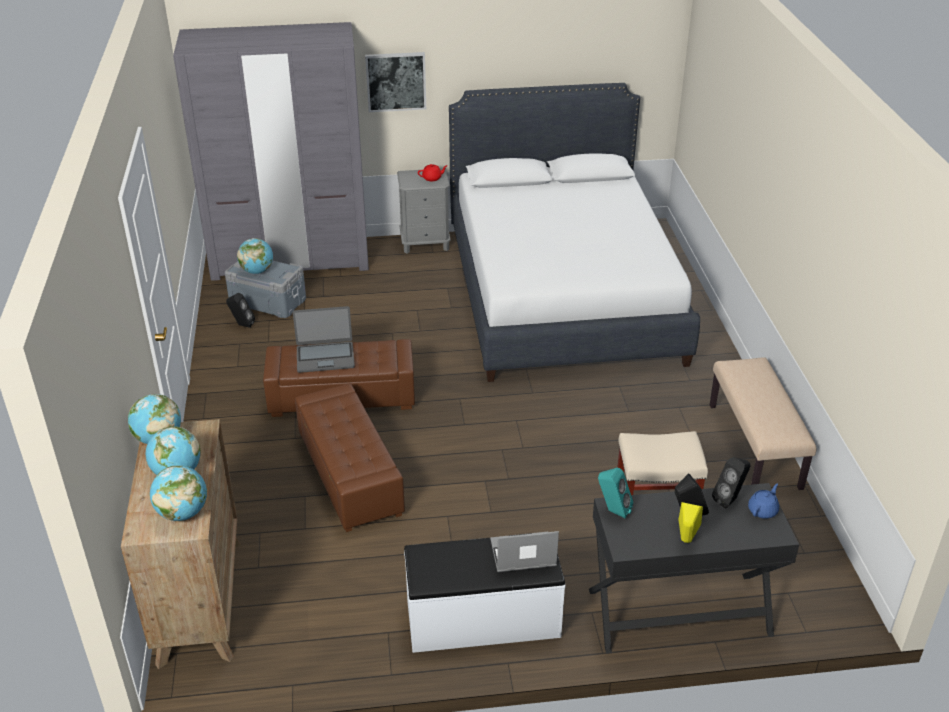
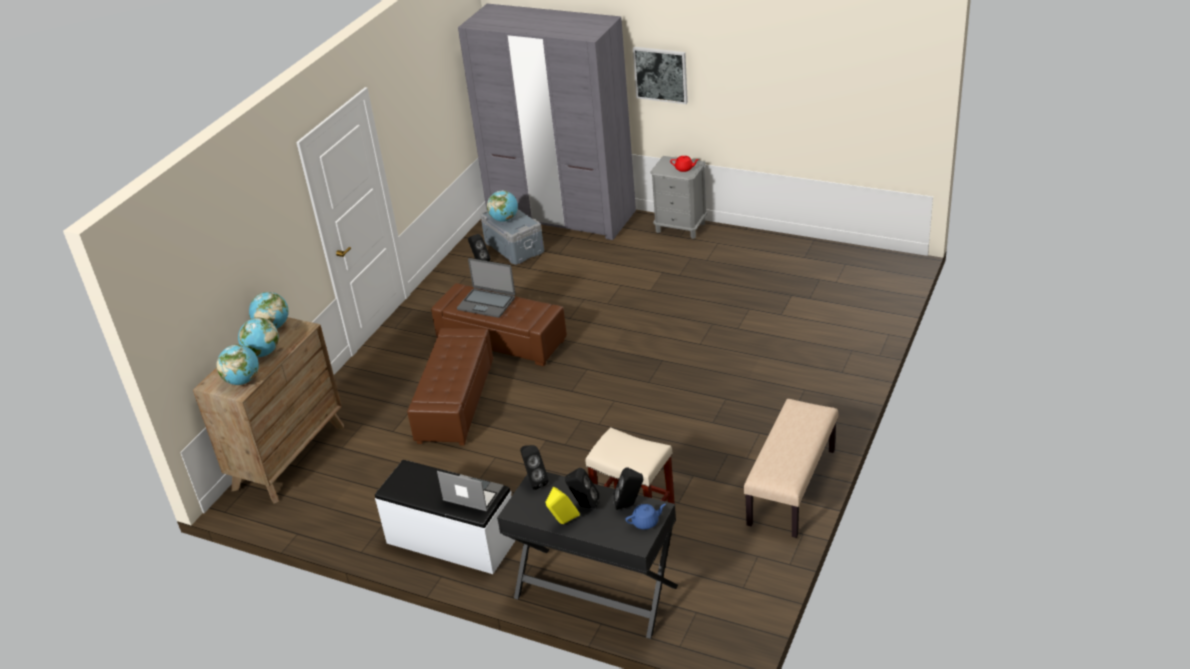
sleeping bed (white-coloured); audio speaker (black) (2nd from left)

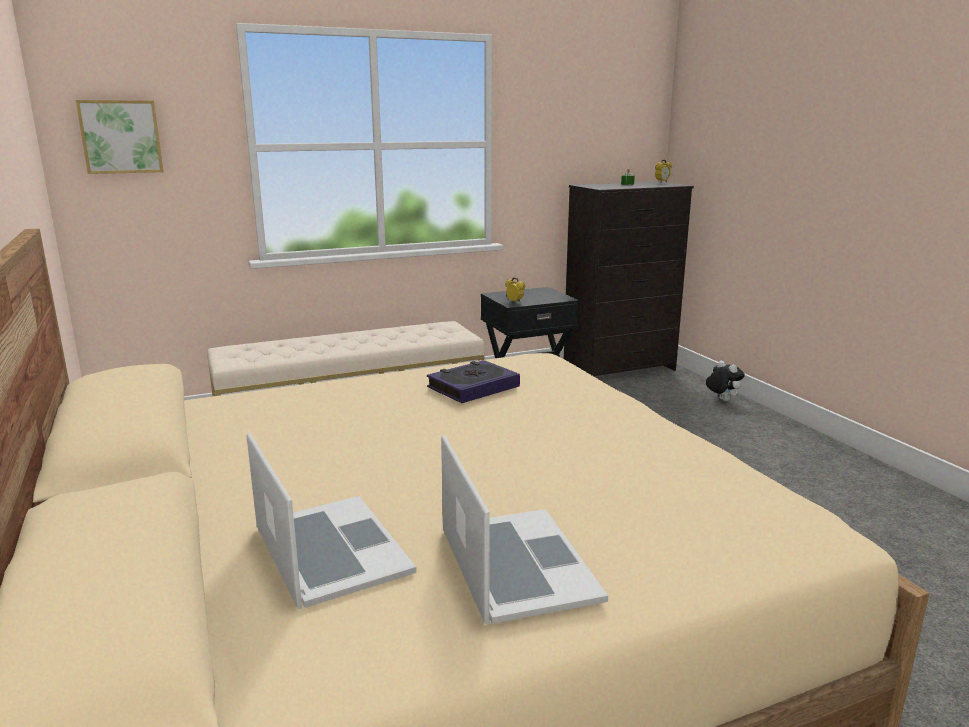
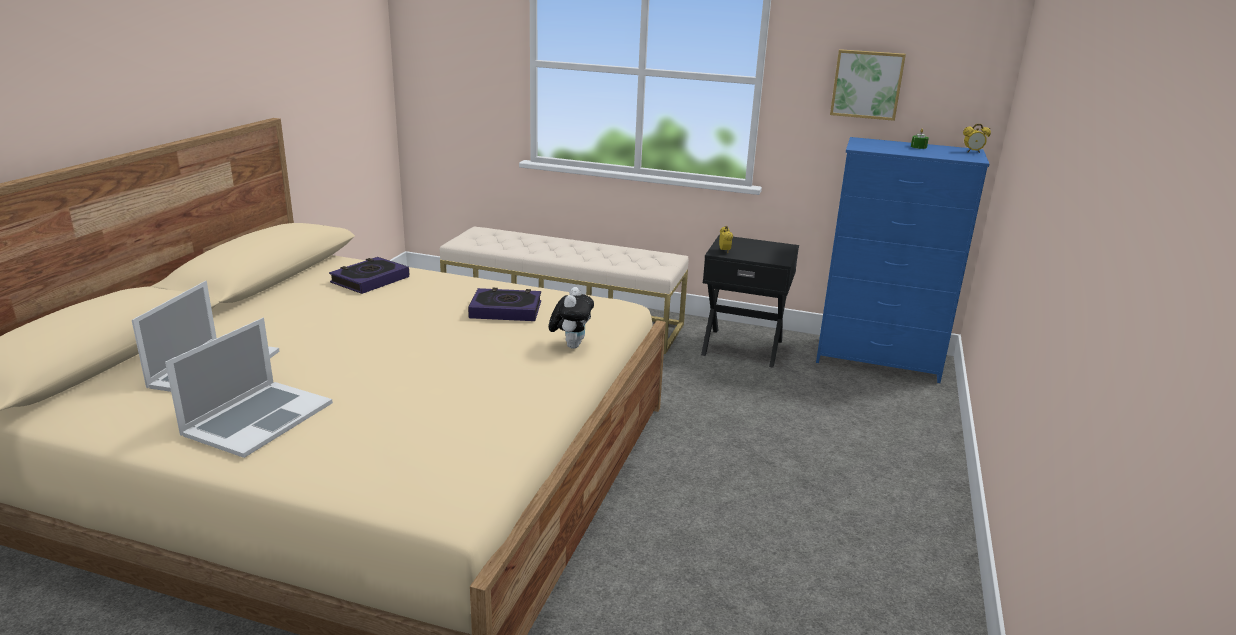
wall art; drawer chest (blue-coloured); plush toy; bound book (1st from left)

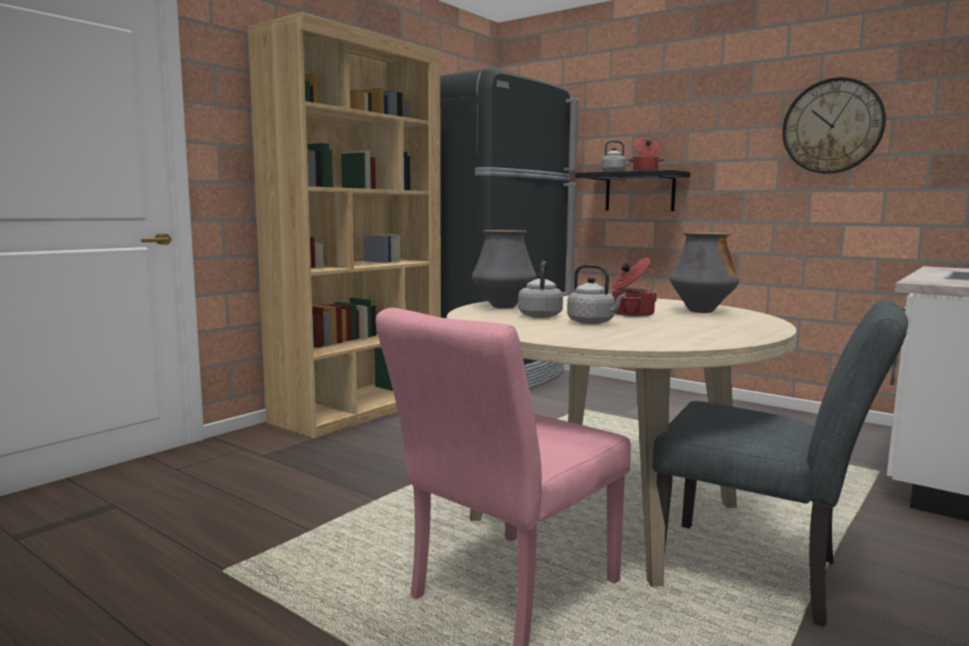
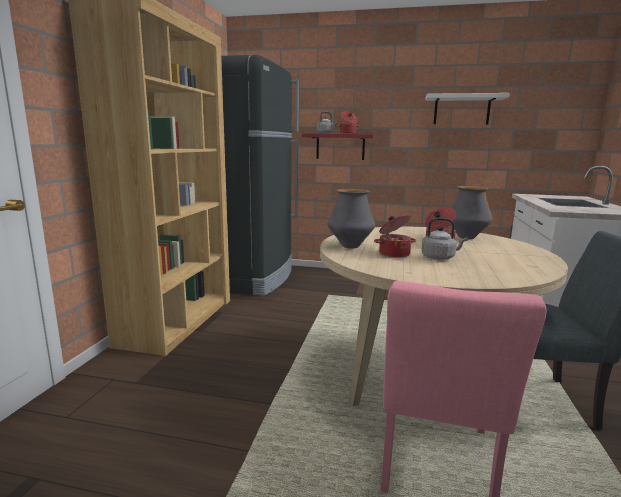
stockpot (2nd from left); bracket shelf (red); bracket shelf (white-coloured)

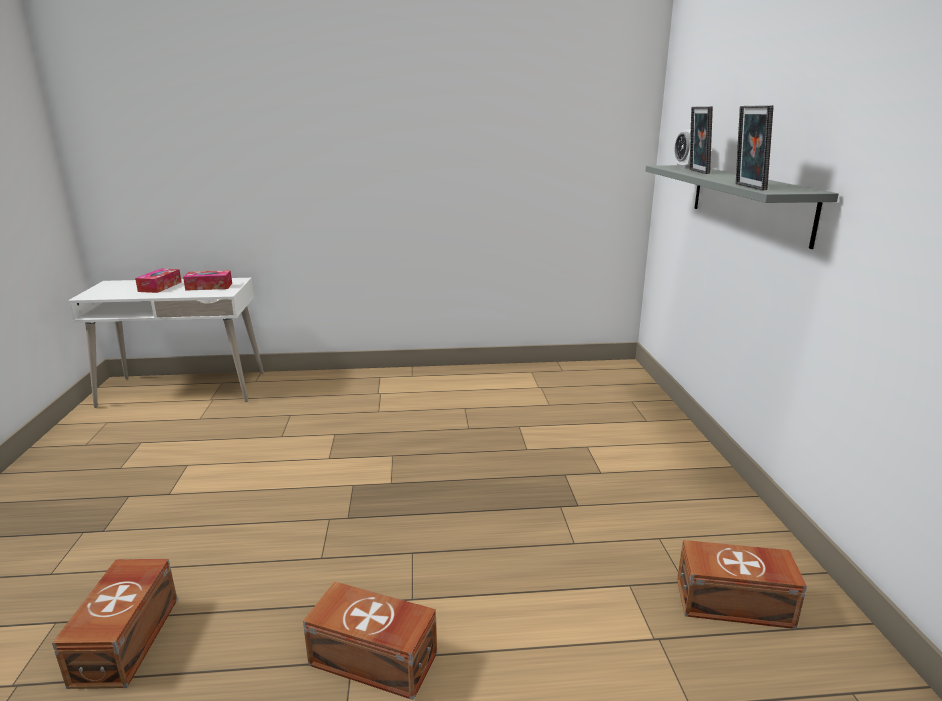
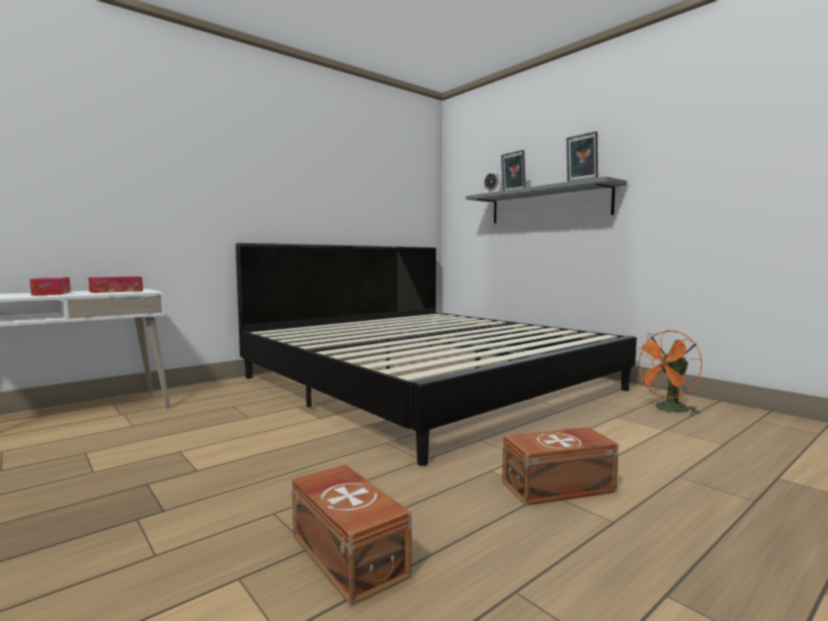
electric fan (orange); sleeping bed

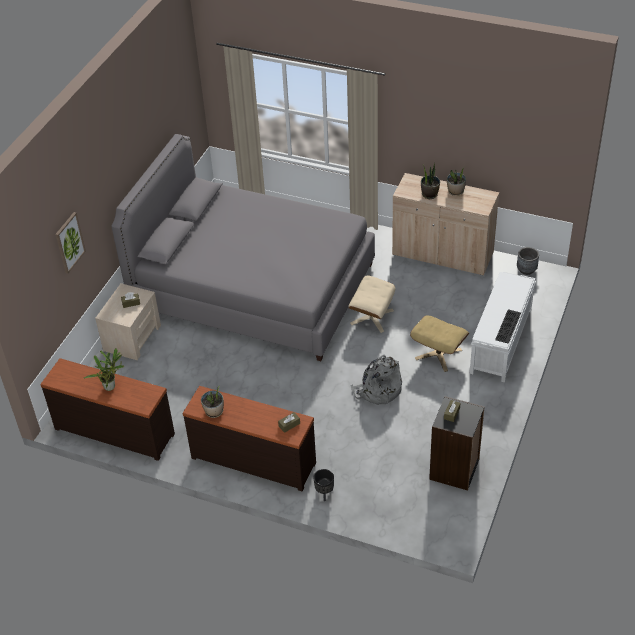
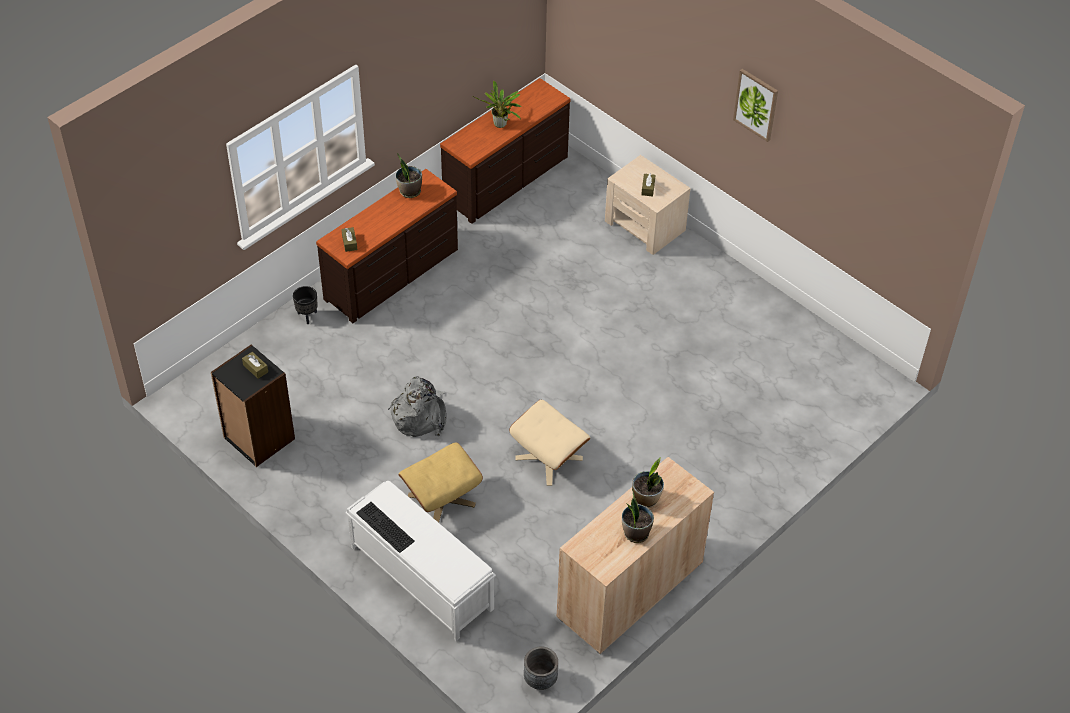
wall art; sleeping bed (grey)

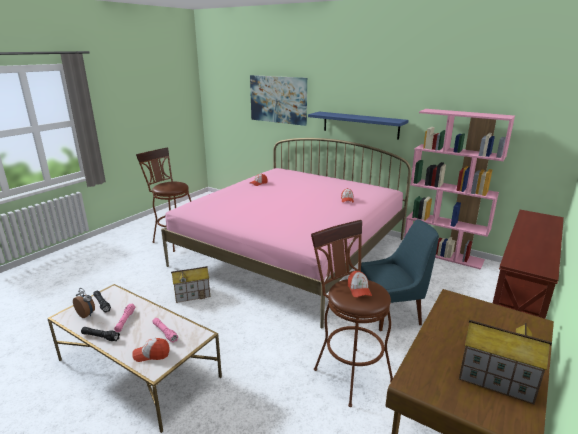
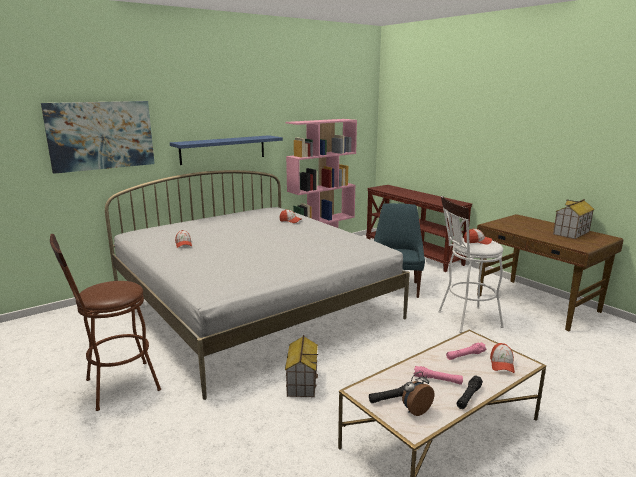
sleeping bed (white-coloured); sitting stool (white-coloured)

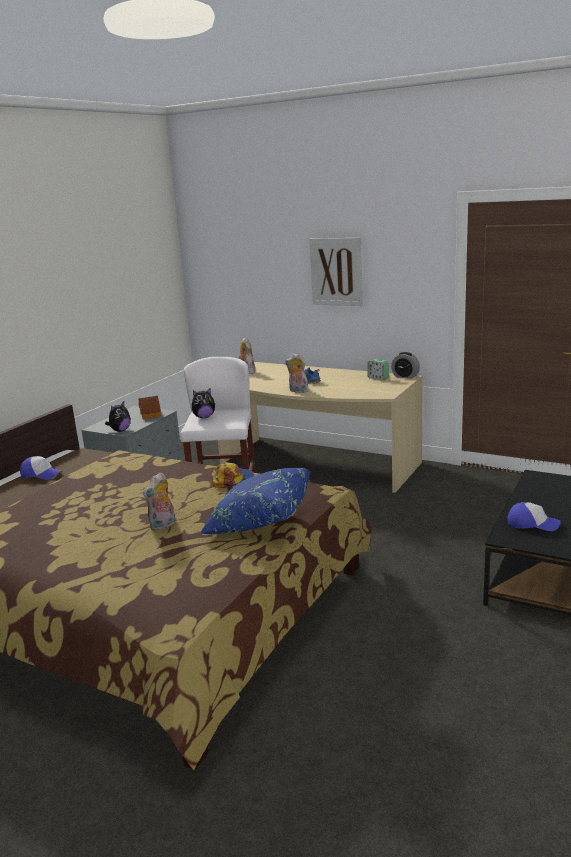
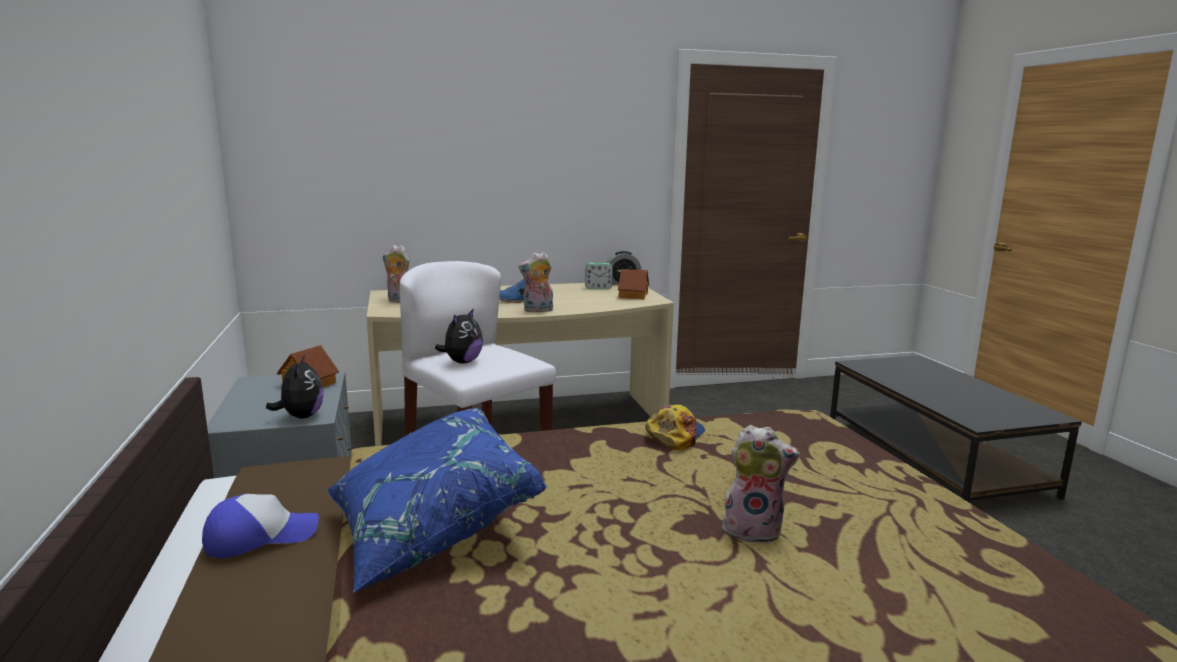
plush toy (5th from left); cushion (blue-coloured); wall art; peaked cap (3rd from left in the first image); model house (2nd from left)

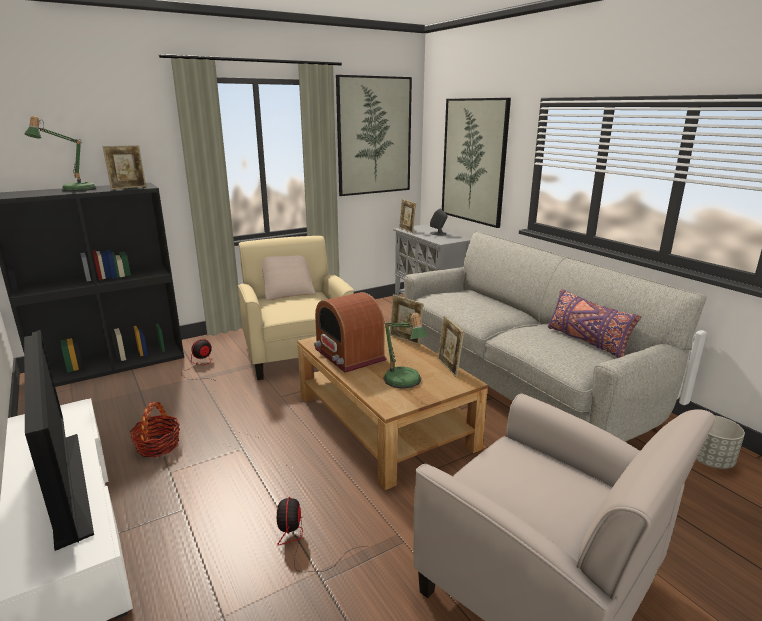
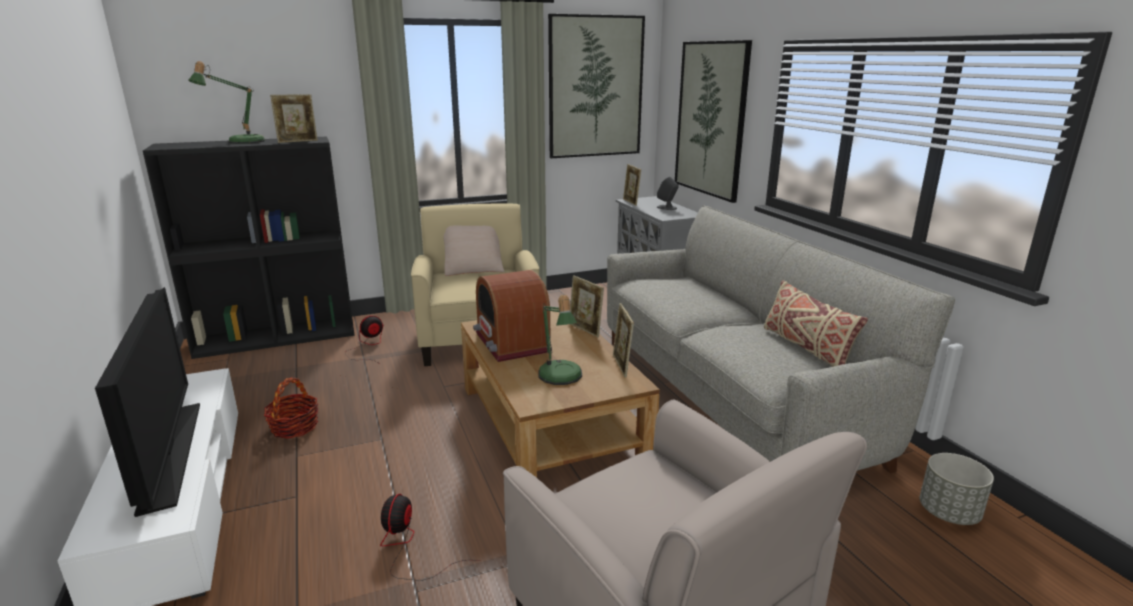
cushion (beige-coloured) (2nd from left)

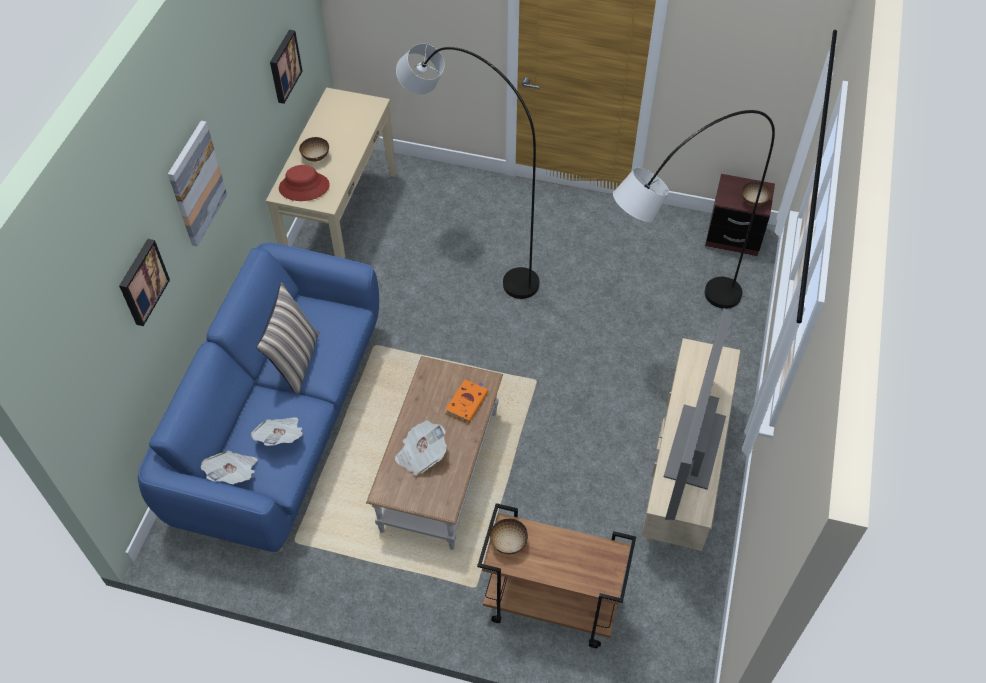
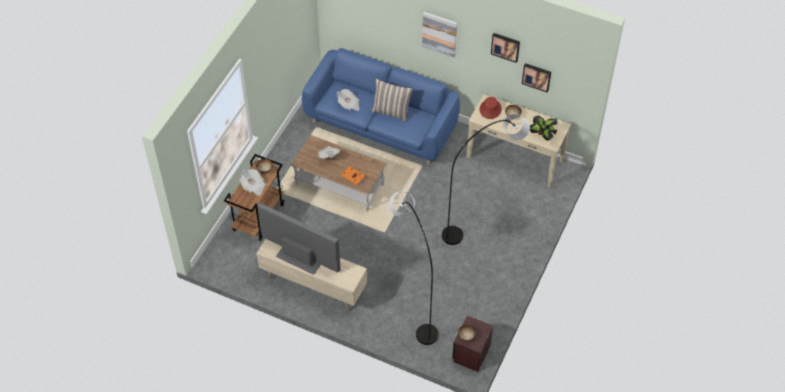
wall art (2nd from left); newspaper (1st from left); plant in a pot

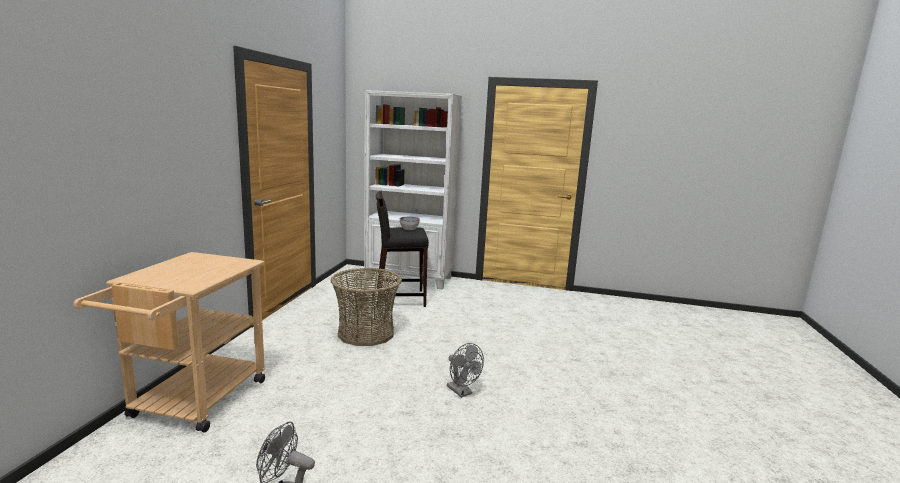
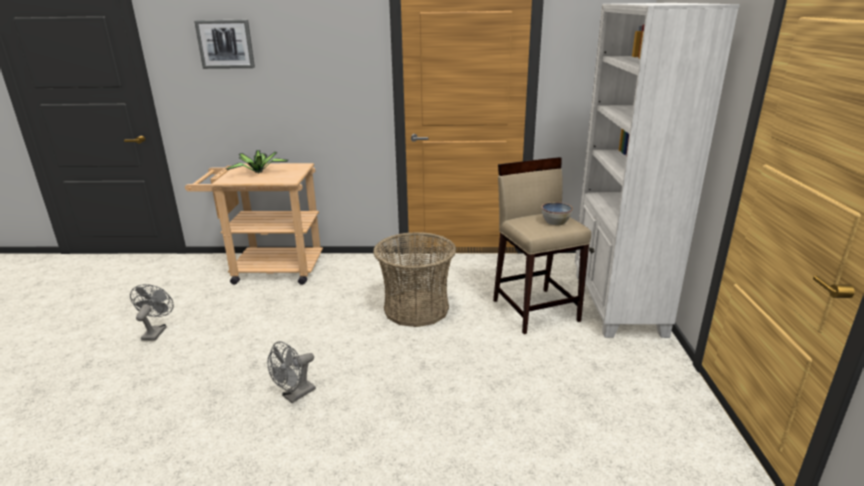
sitting stool (beige-coloured); wall art; plant in a pot

